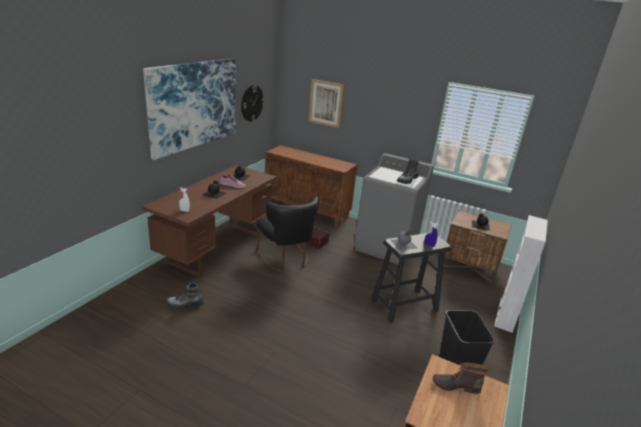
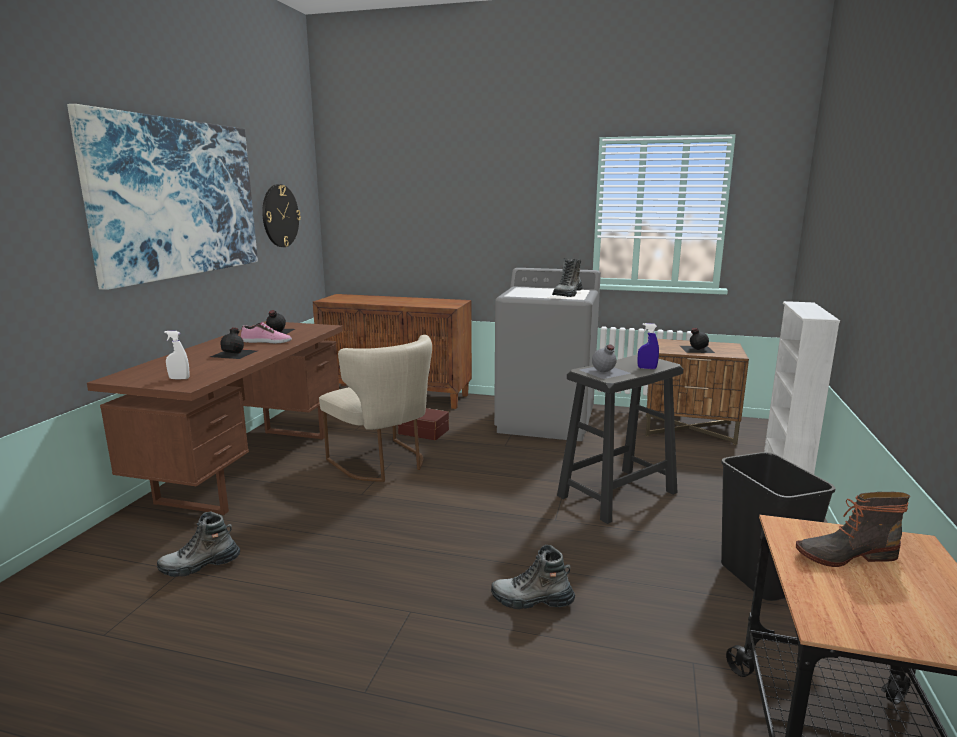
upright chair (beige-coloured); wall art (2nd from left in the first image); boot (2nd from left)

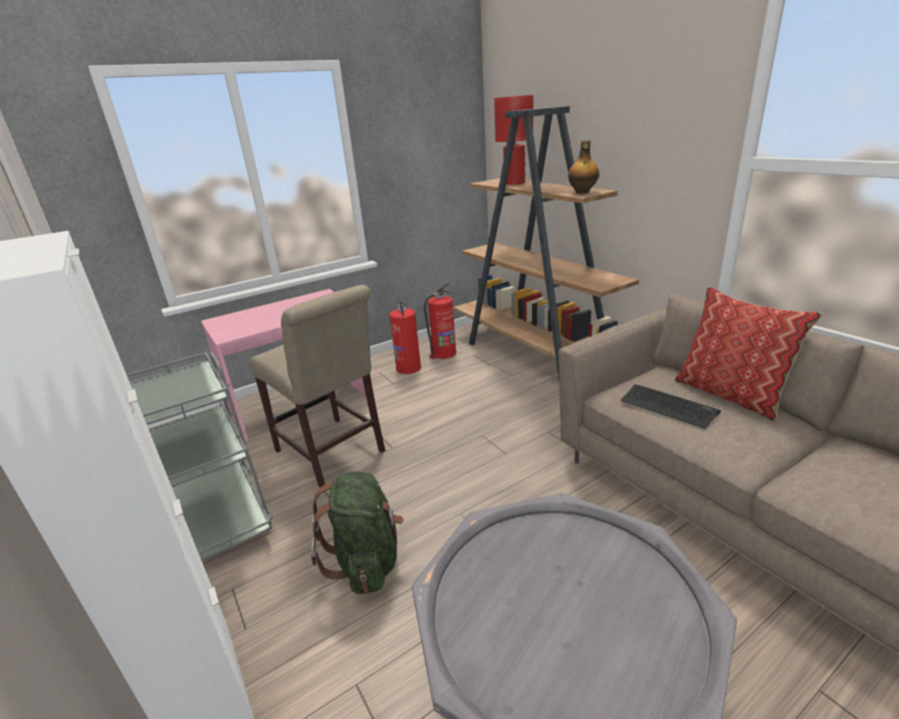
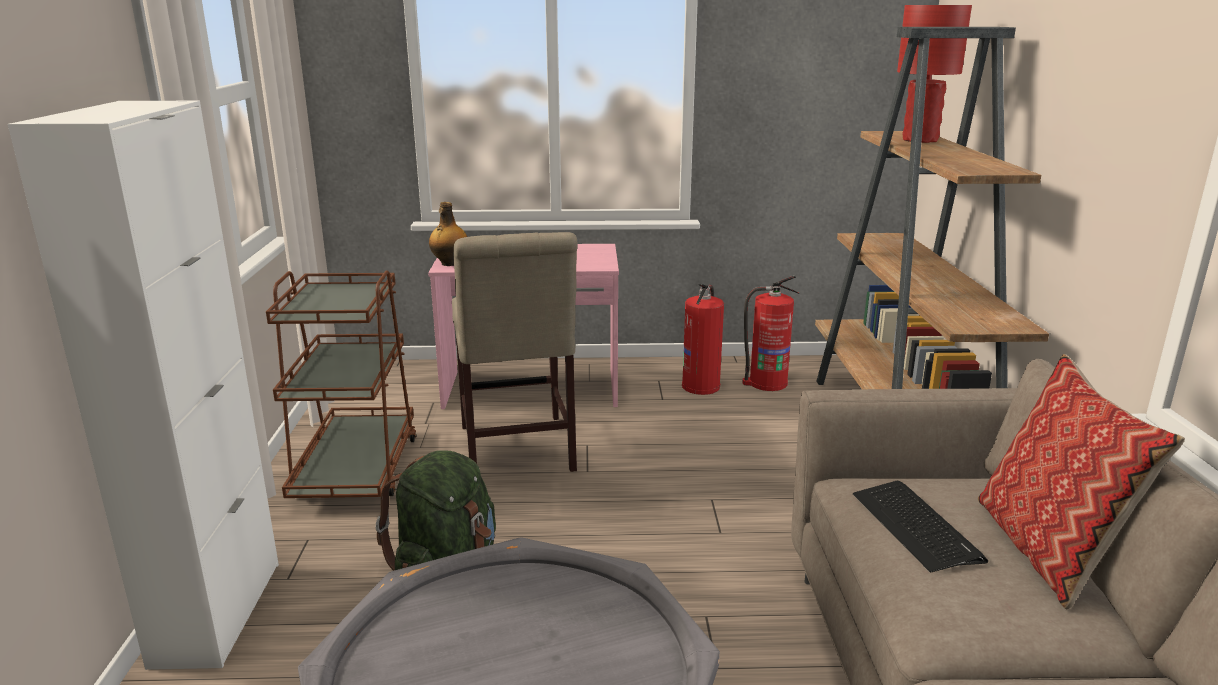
cart (brownish); drink bottle

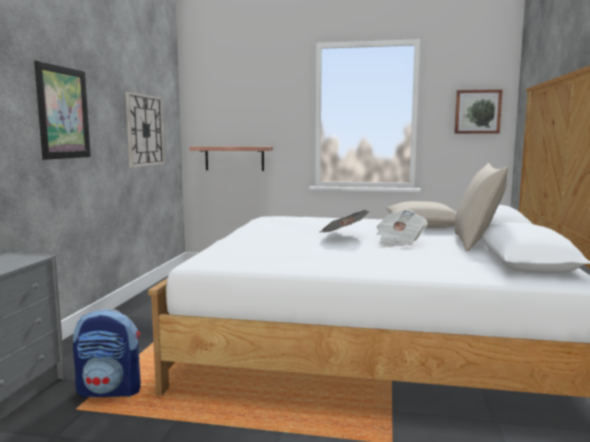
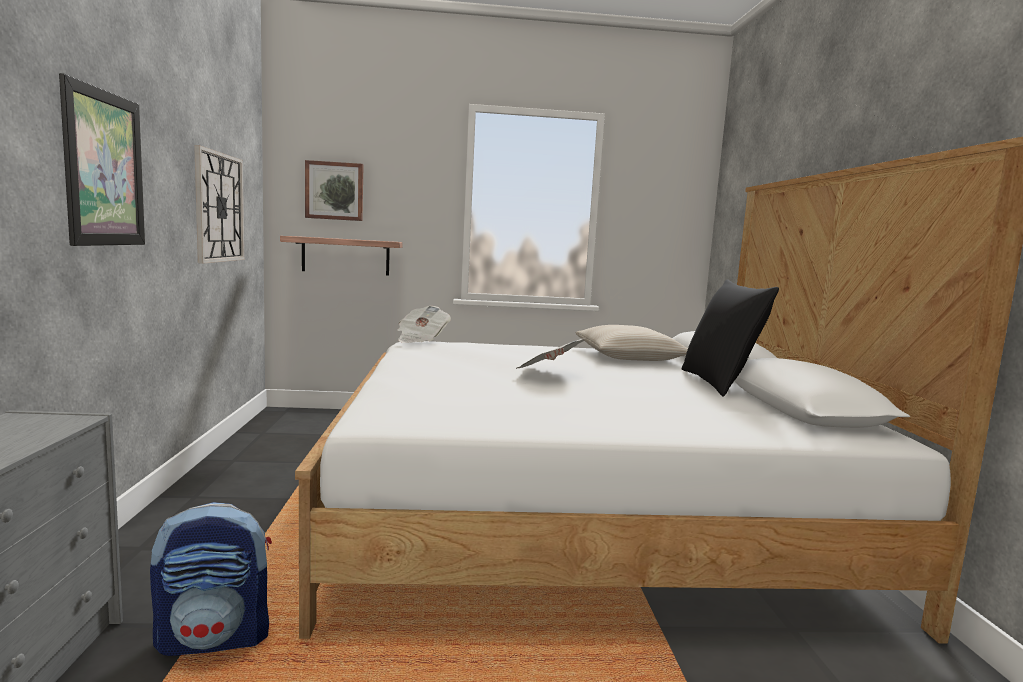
newspaper (1st from left); wall art (2nd from left); cushion (black)

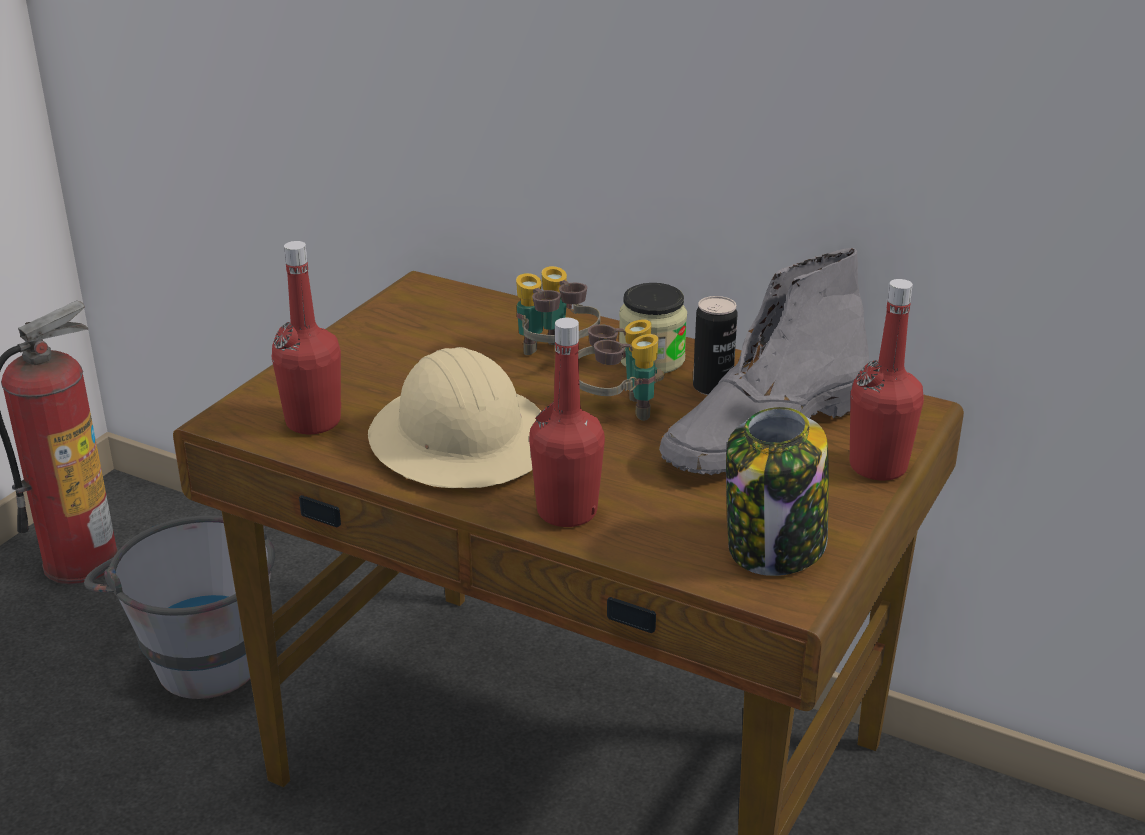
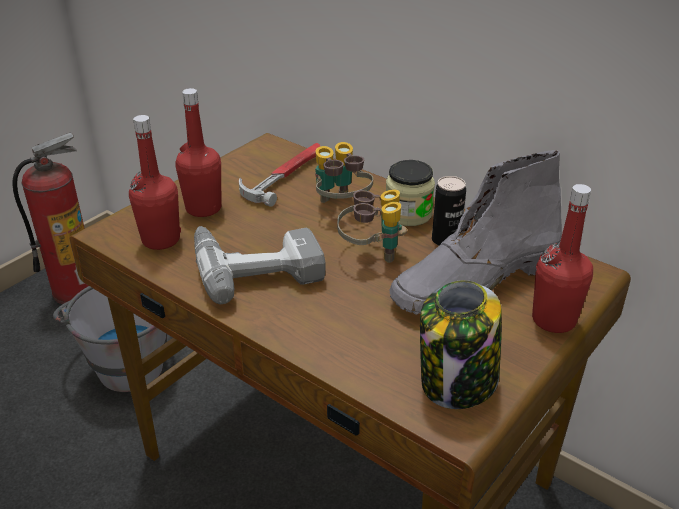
electric drill; drink bottle (red) (2nd from left); hand hammer

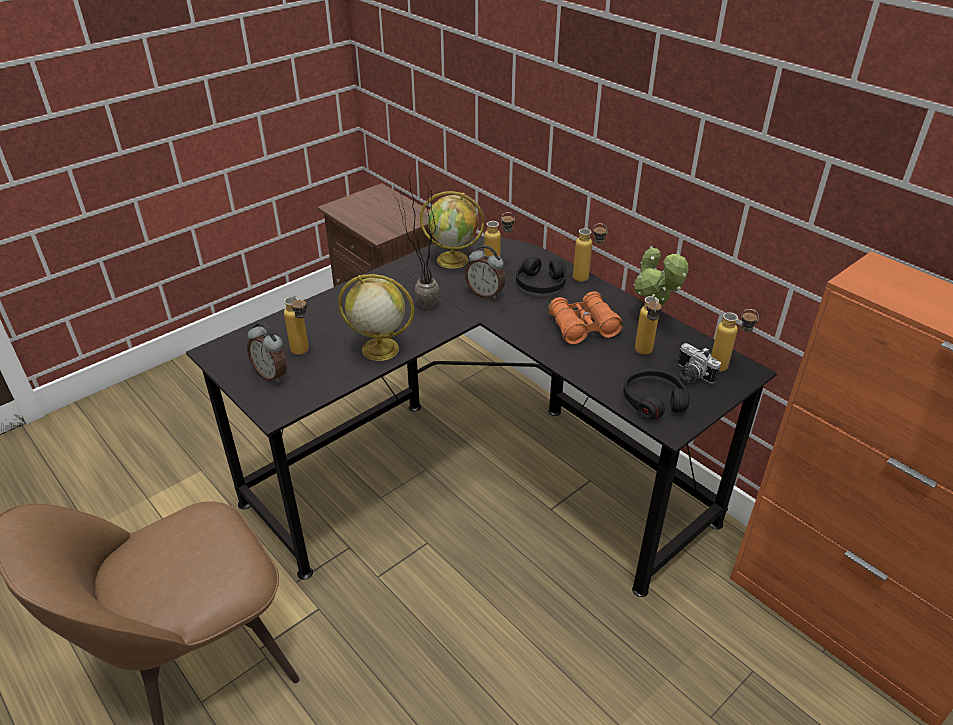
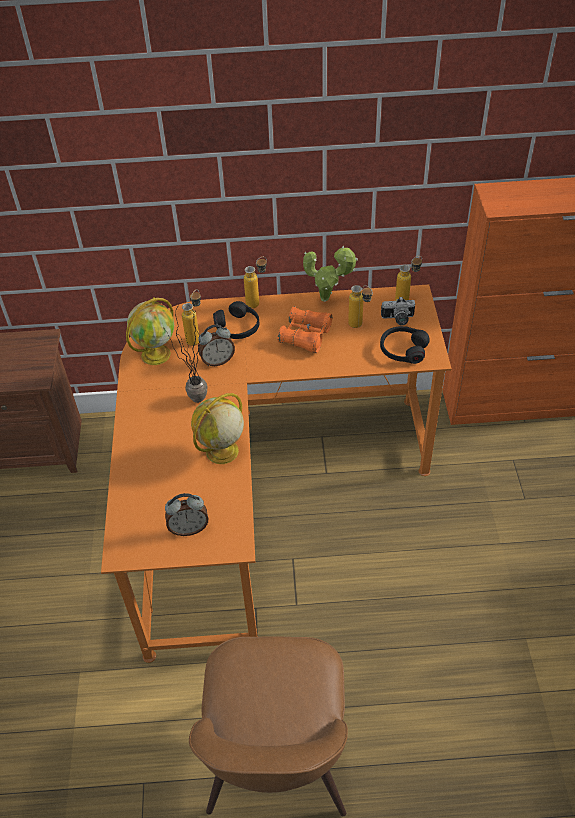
desk (orange); drink bottle (1st from left in the first image)

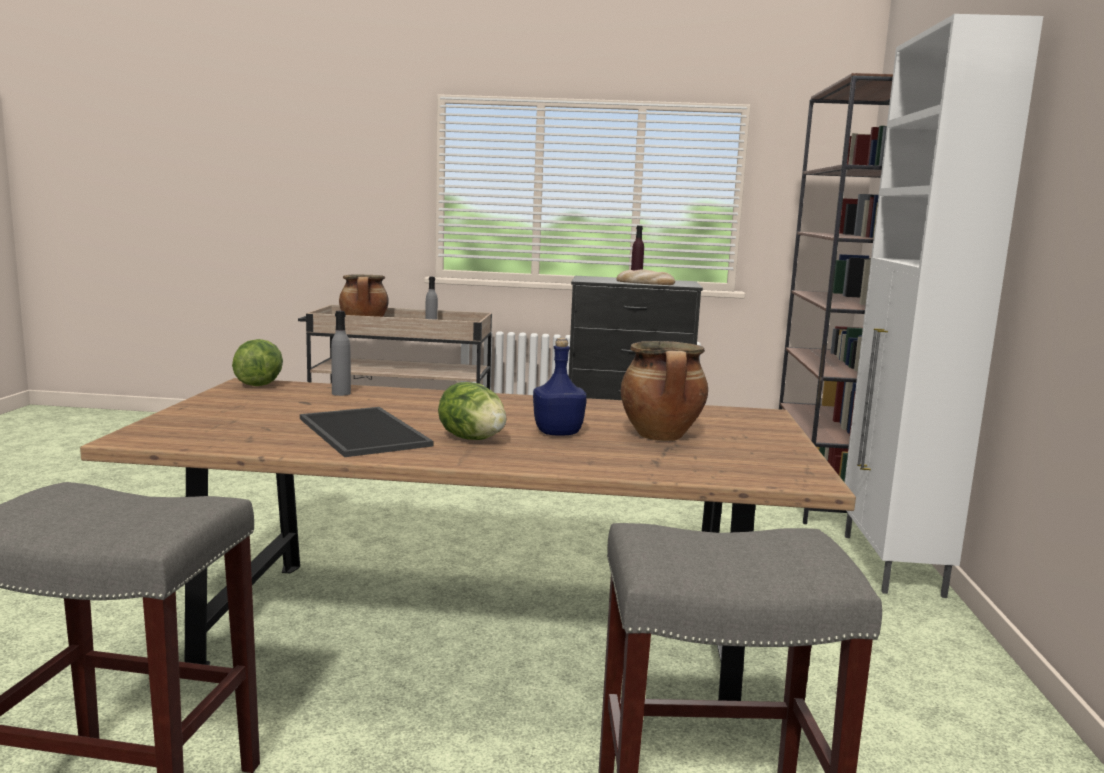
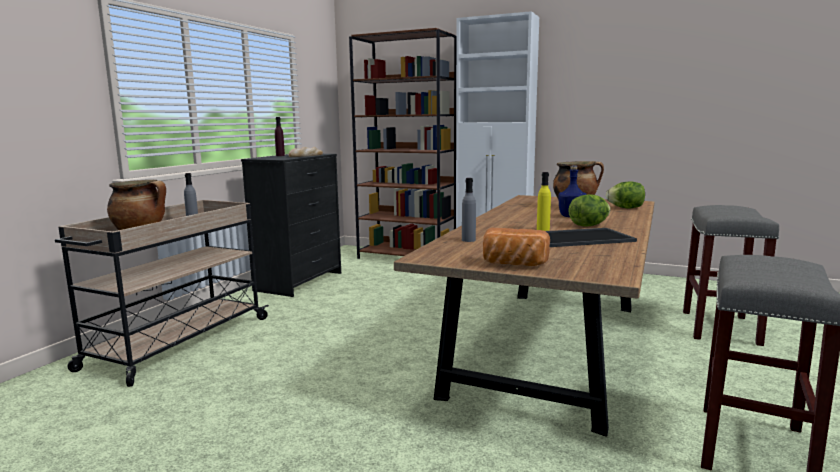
head of lettuce (2nd from left); bread (2nd from left); drink bottle (yellow)

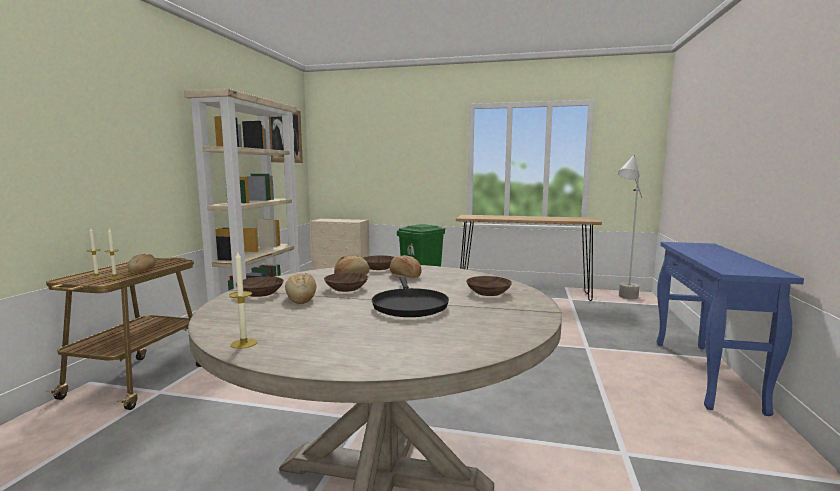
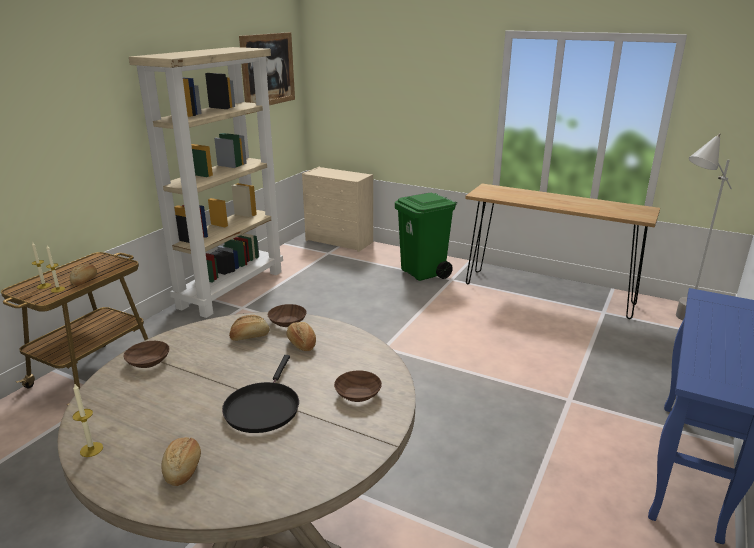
bread (2nd from left); deep dish (brownish) (2nd from left in the first image)

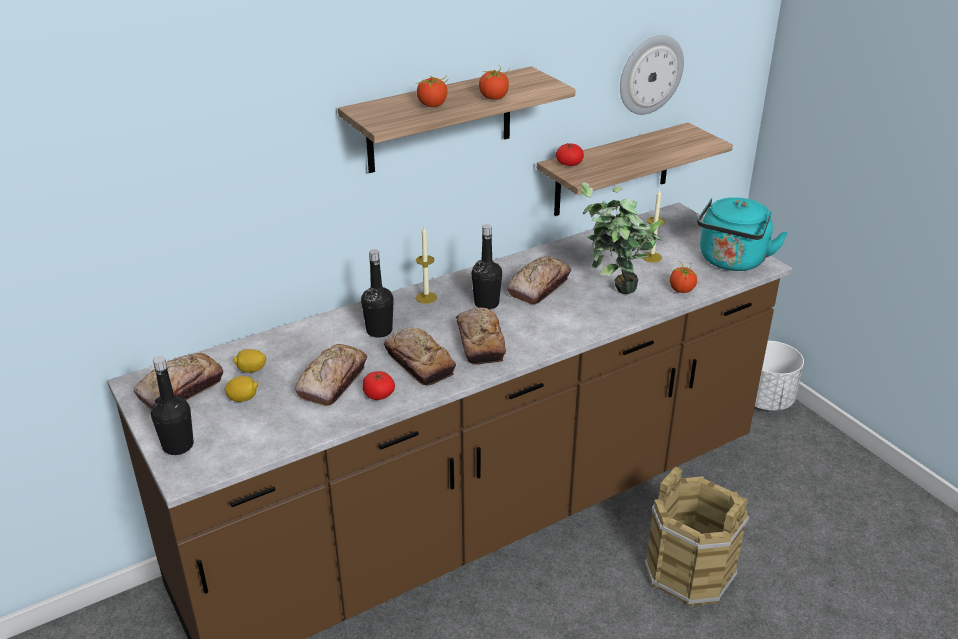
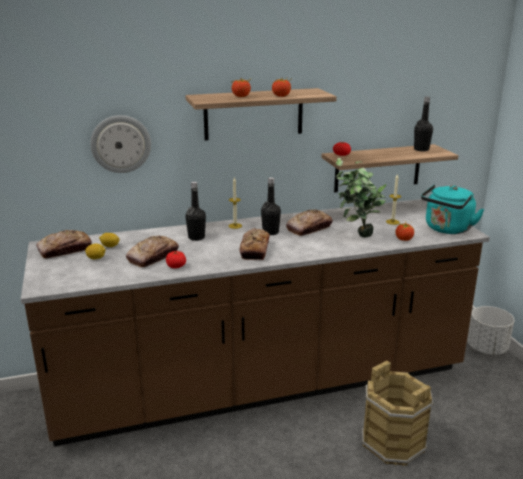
drink bottle (black) (3rd from left); bread (3rd from left in the first image); hanging clock

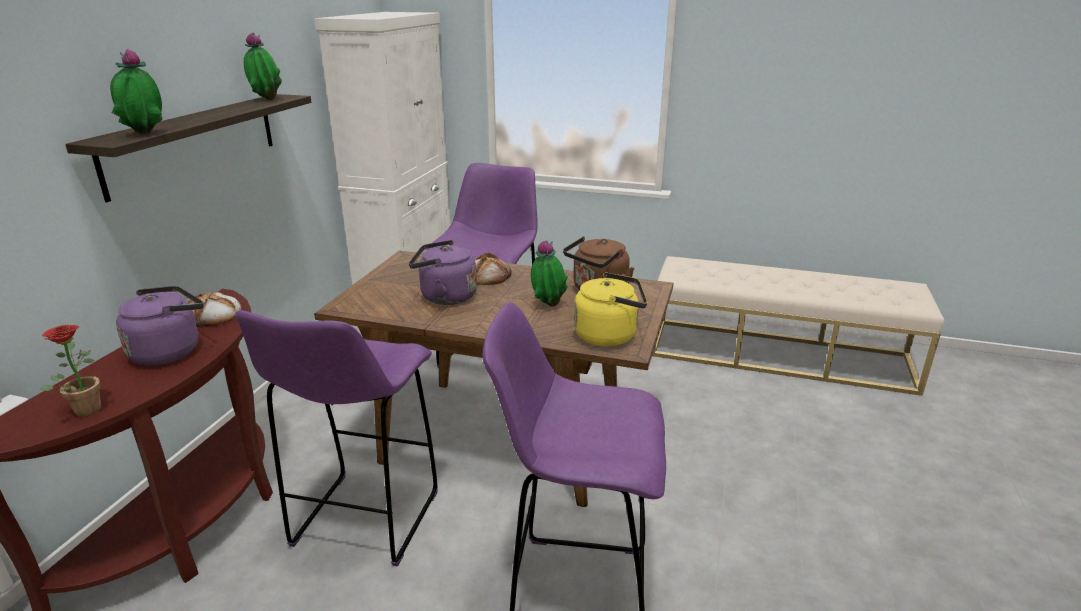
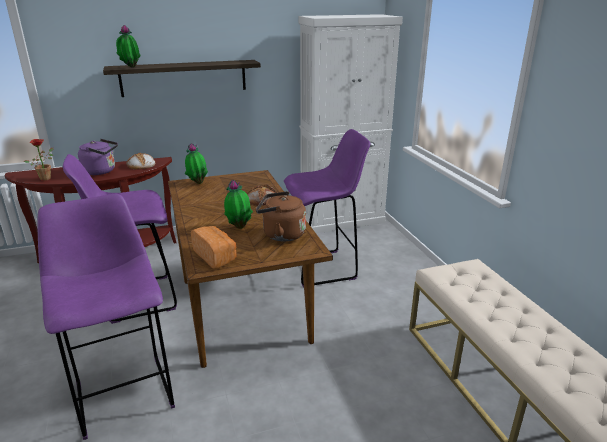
plant in a pot (3rd from left); water kettle (purple) (2nd from left in the first image); bread (2nd from left)

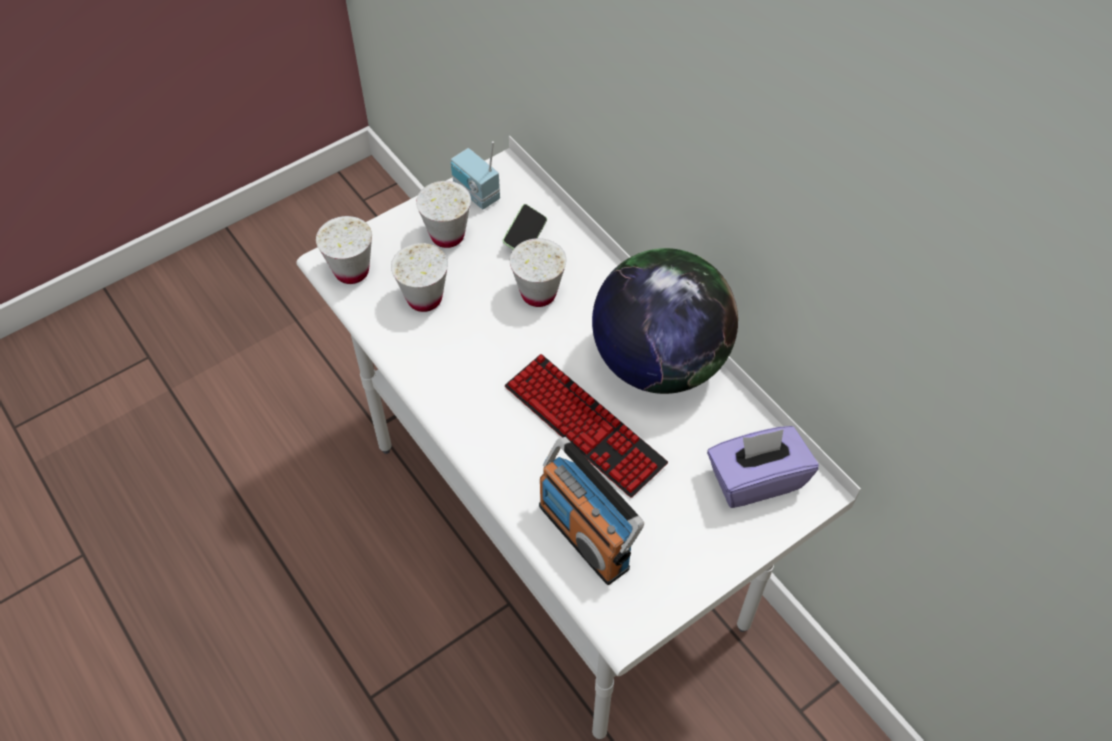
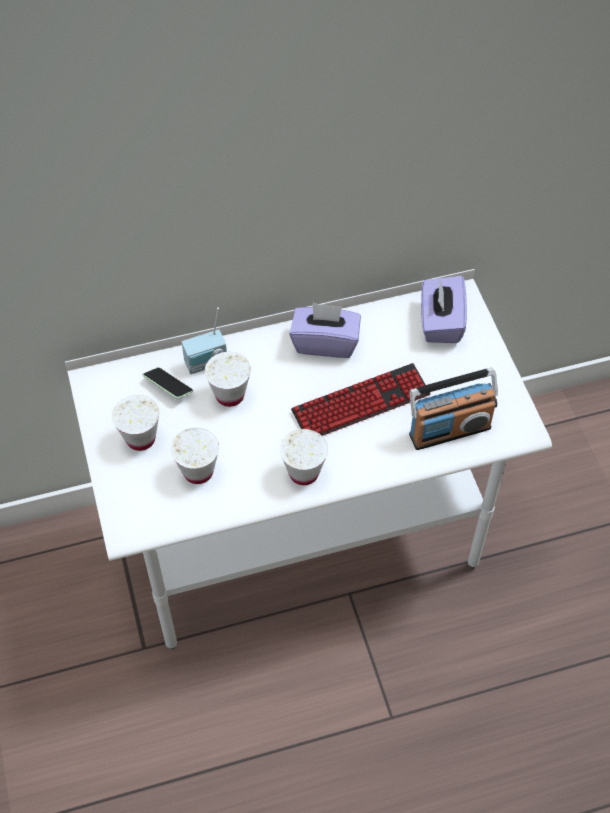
cup (white-coloured) (4th from left); radio (1st from left); tissue holder (purple) (1st from left)

